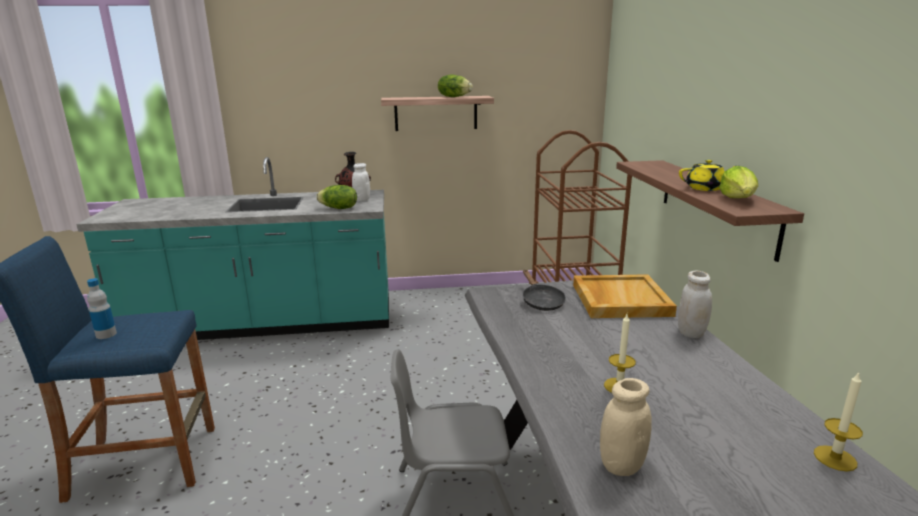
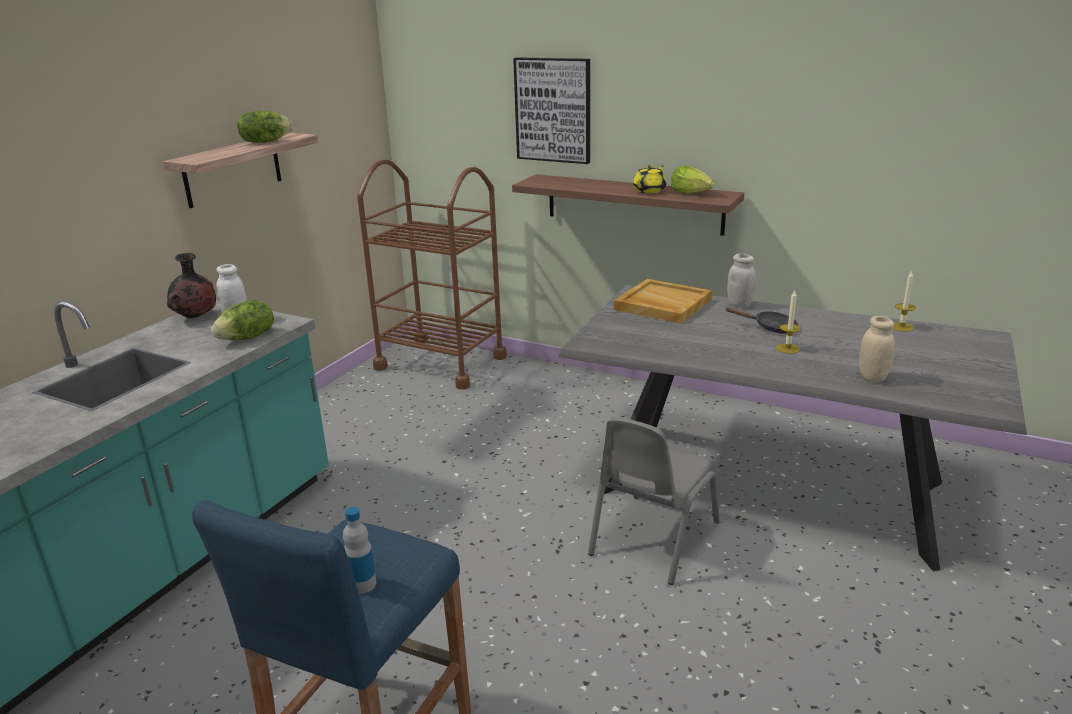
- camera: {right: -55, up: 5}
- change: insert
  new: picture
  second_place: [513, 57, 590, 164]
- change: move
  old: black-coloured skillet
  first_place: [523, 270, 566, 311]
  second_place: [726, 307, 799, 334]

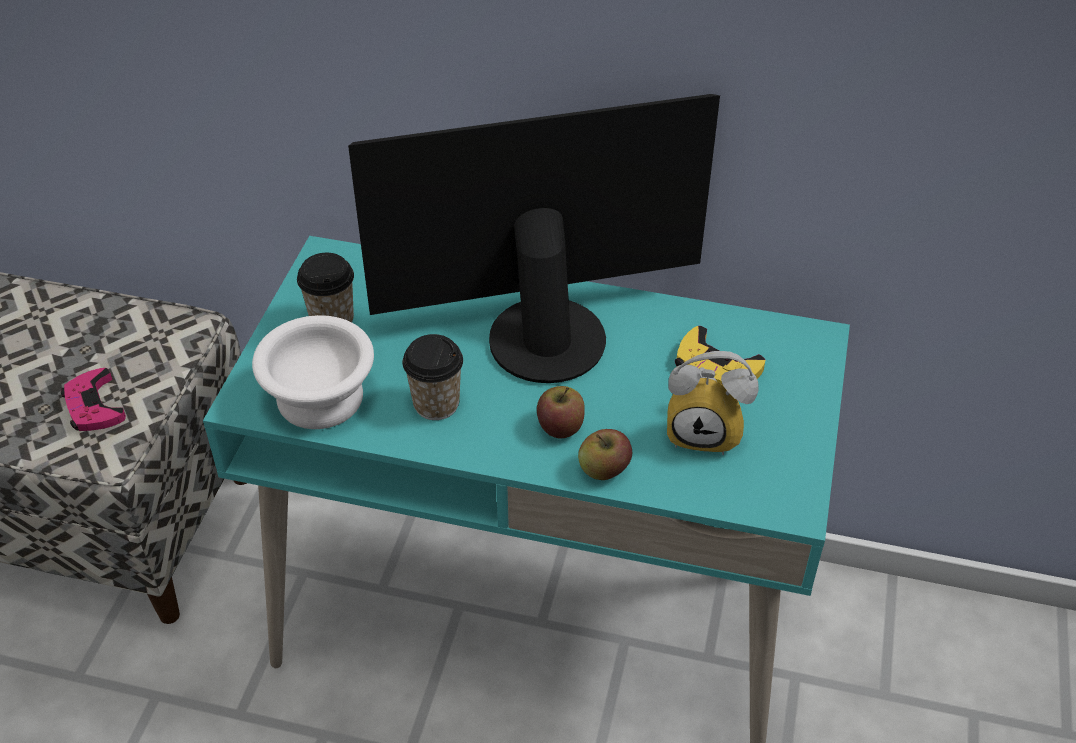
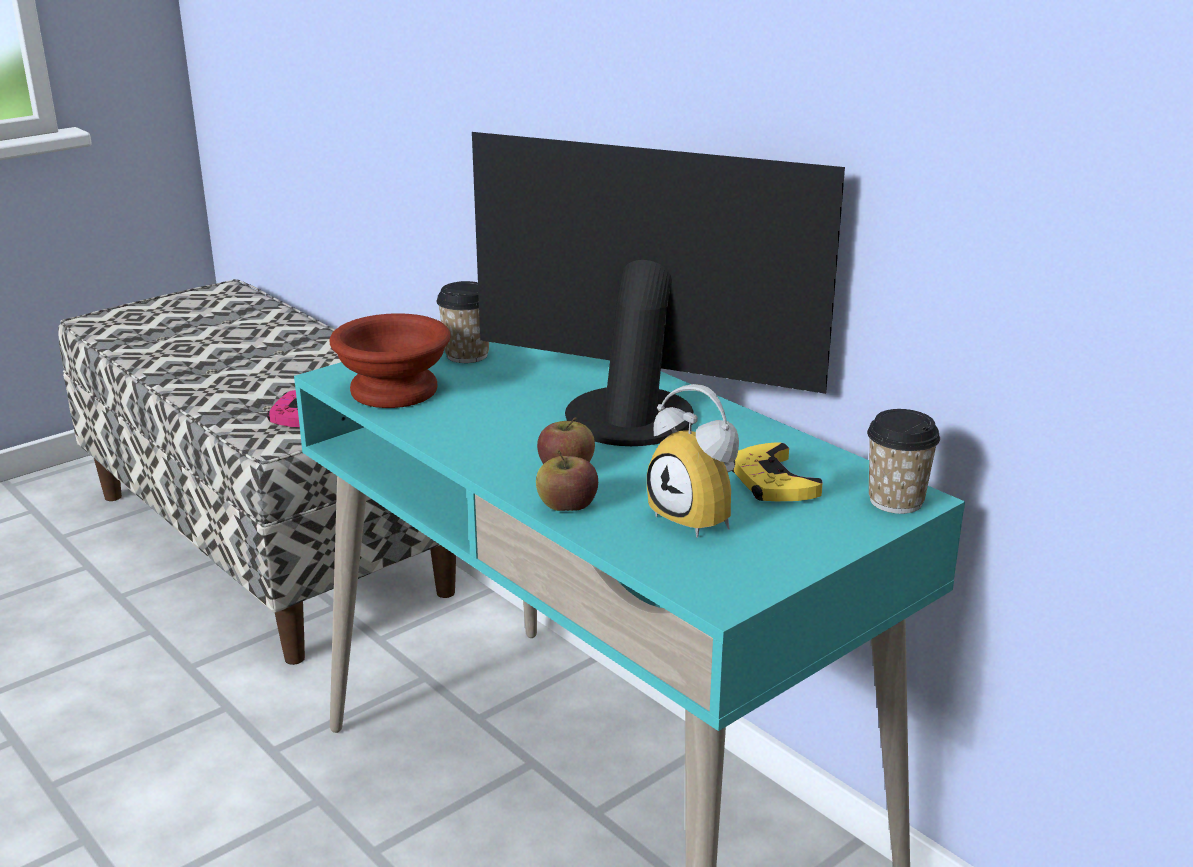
- camera: {right: 35, up: -20}
- change: move
  old: drinking cup
  first_place: [402, 334, 463, 420]
  second_place: [867, 409, 940, 514]
- change: recolor
  old: white bowl
  new: brownish bowl
  first_place: [252, 315, 374, 429]
  second_place: [329, 313, 451, 408]

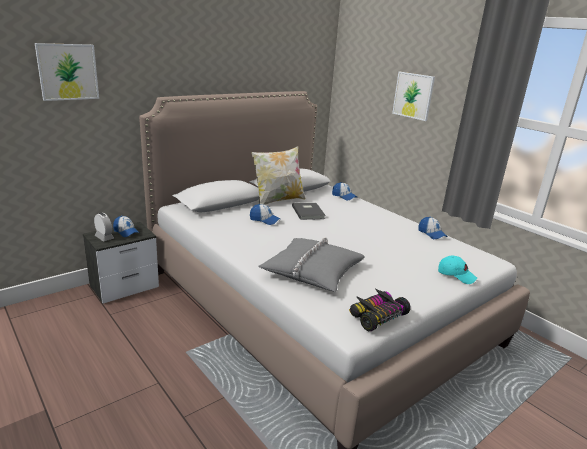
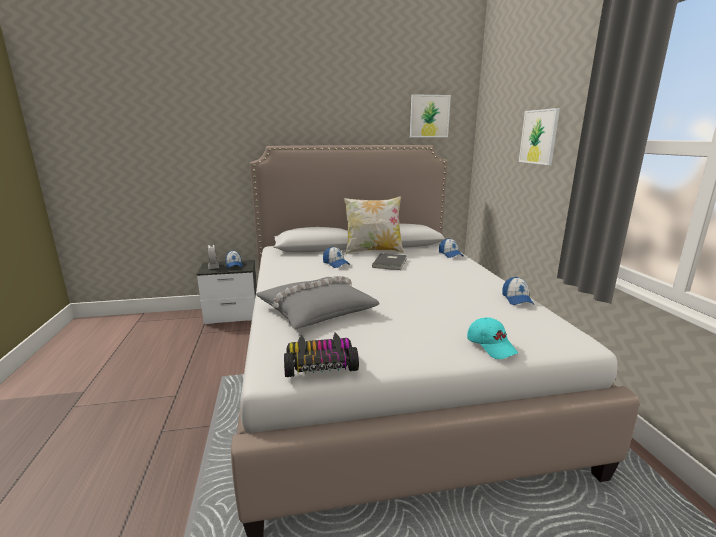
- camera: {right: 30, up: -5}
- change: move
  old: picture
  first_place: [35, 43, 99, 101]
  second_place: [410, 94, 451, 137]

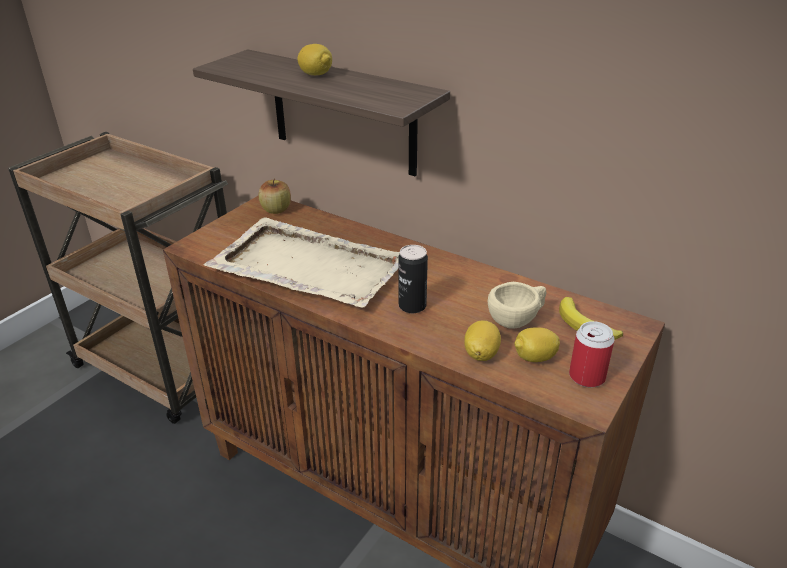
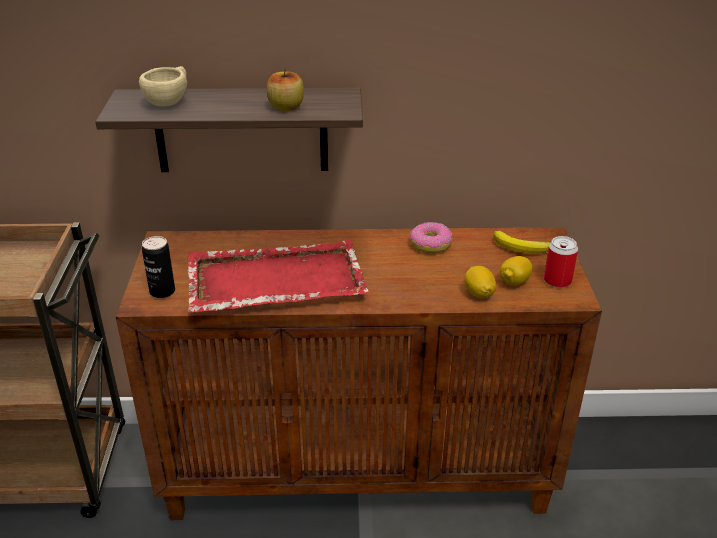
- camera: {right: -35, up: 0}
- change: delete
  old: lemon
  first_place: [297, 44, 332, 75]
- change: insert
  new: ring doughnut
  second_place: [410, 222, 453, 253]
- change: move
  old: whole apple
  first_place: [259, 178, 291, 214]
  second_place: [267, 68, 304, 111]
- change: move
  old: metal can
  first_place: [399, 245, 428, 313]
  second_place: [142, 236, 175, 298]
- change: move
  old: beige drinking cup
  first_place: [488, 282, 546, 329]
  second_place: [139, 66, 187, 107]
- change: recolor
  old: beige serving tray
  new: red serving tray
  first_place: [204, 217, 400, 307]
  second_place: [188, 239, 369, 312]

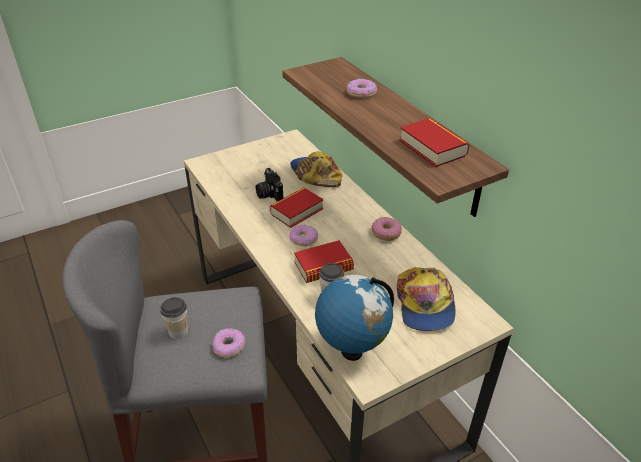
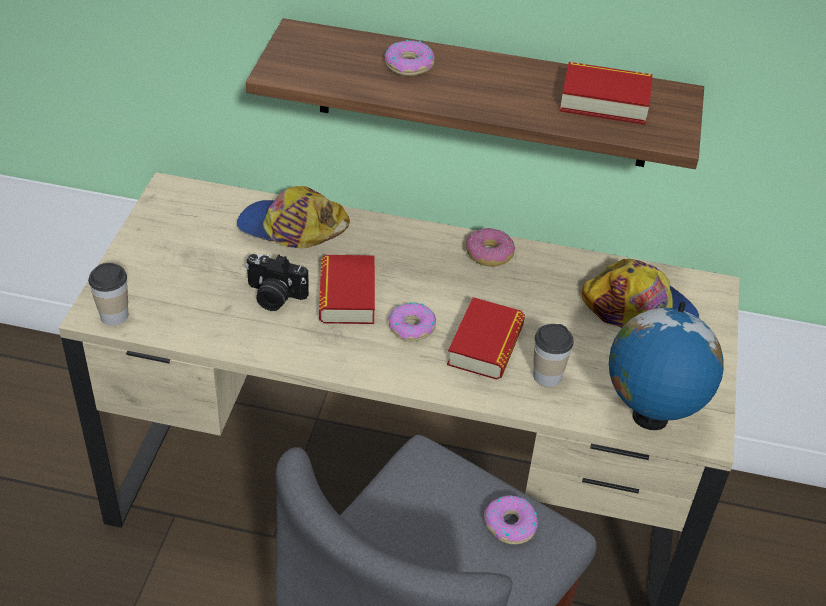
- camera: {right: -50, up: 5}
- change: move
  old: drinking cup
  first_place: [160, 297, 188, 339]
  second_place: [88, 263, 128, 326]

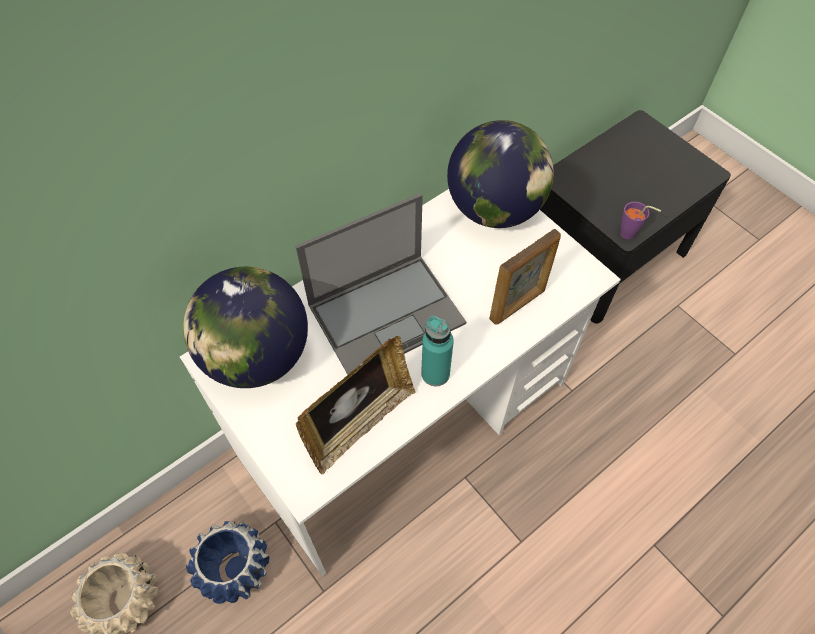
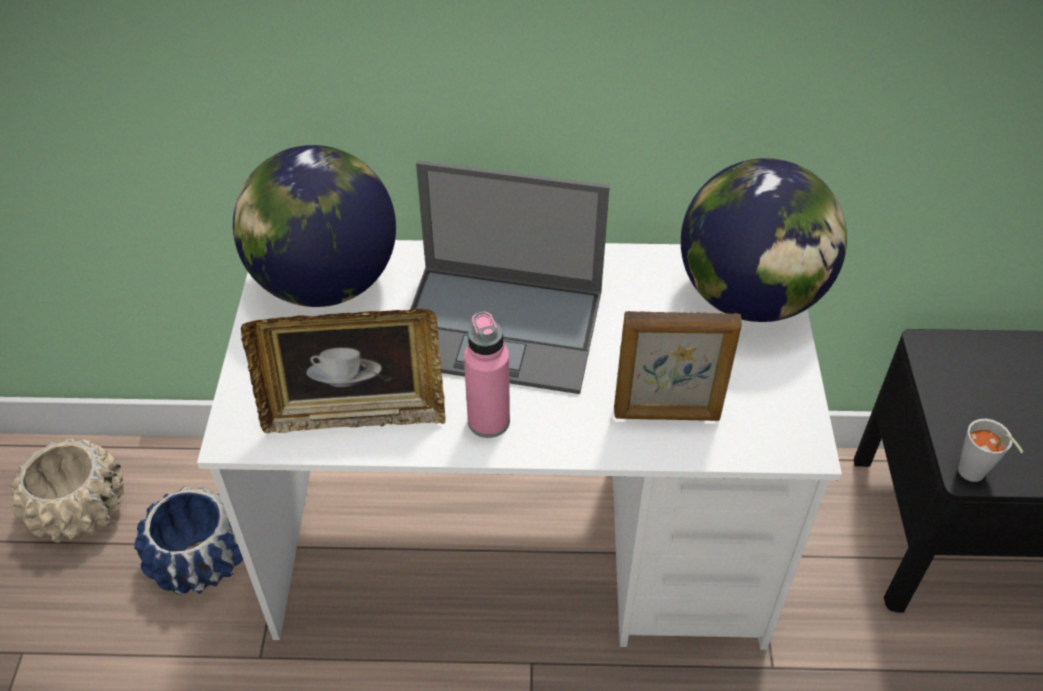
- camera: {right: 40, up: -10}
- change: recolor
  old: turquoise-coloured drink bottle
  new: pinkish drink bottle
  first_place: [421, 316, 454, 387]
  second_place: [464, 312, 510, 438]
- change: recolor
  old: purple-coloured drinking cup
  new: grey drinking cup
  first_place: [620, 202, 661, 239]
  second_place: [958, 419, 1024, 482]

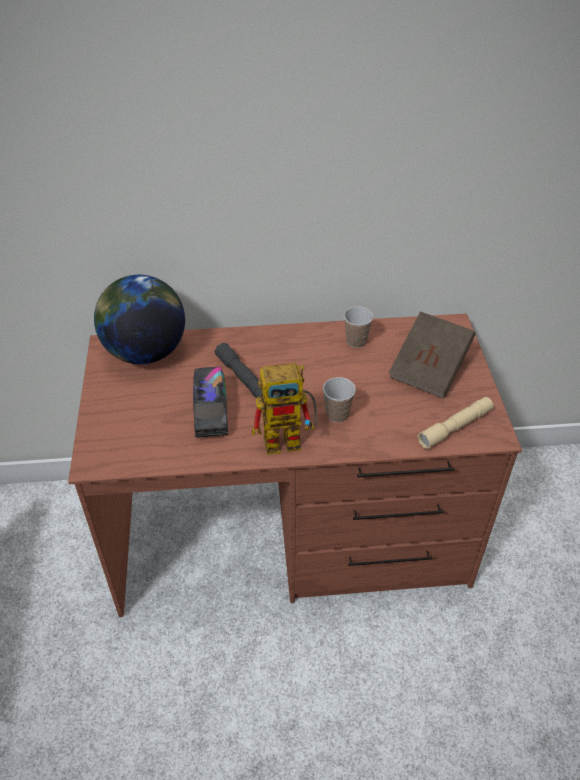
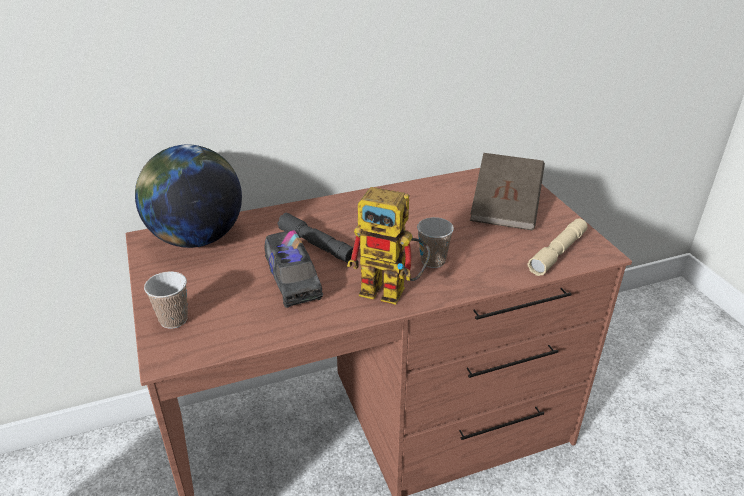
- camera: {right: -15, up: -10}
- change: move
  old: drinking cup
  first_place: [344, 306, 373, 348]
  second_place: [144, 271, 188, 329]
- change: rotate
  old: model robot
  first_place: [252, 363, 317, 455]
  second_place: [347, 187, 430, 305]
  degrees: 45

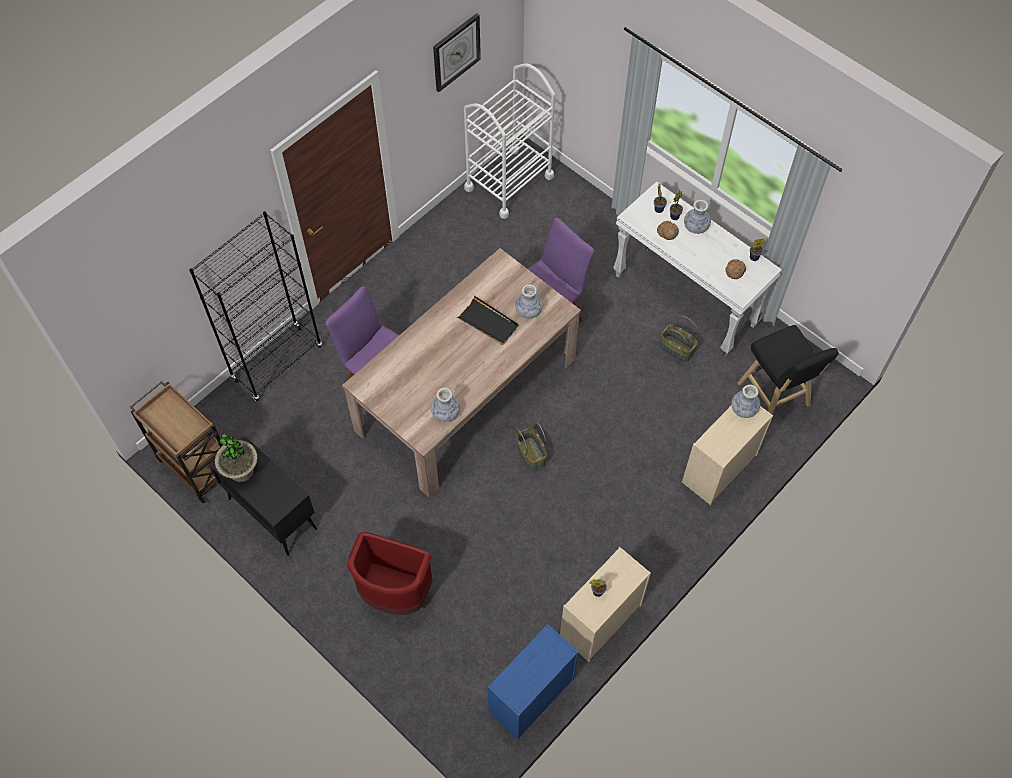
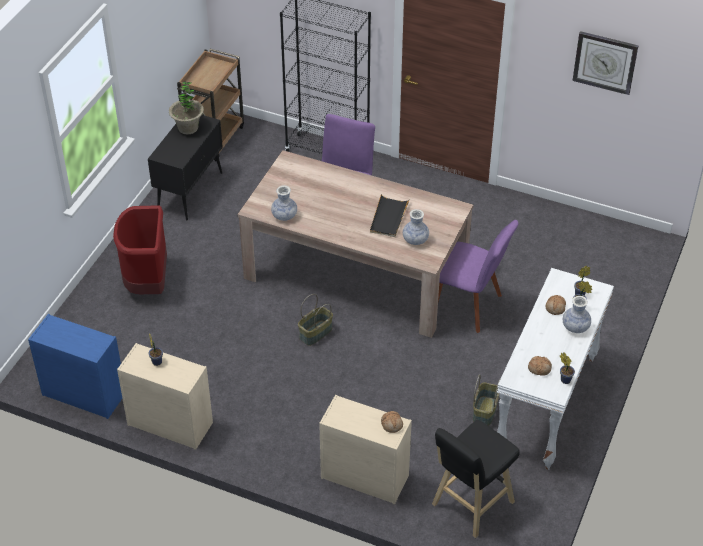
- camera: {right: 70, up: -15}
- change: delete
  old: white wheeled cart
  first_place: [464, 63, 555, 219]
- change: replace
  old: vase
  new: bakery bread
  first_place: [731, 385, 760, 418]
  second_place: [381, 411, 403, 433]

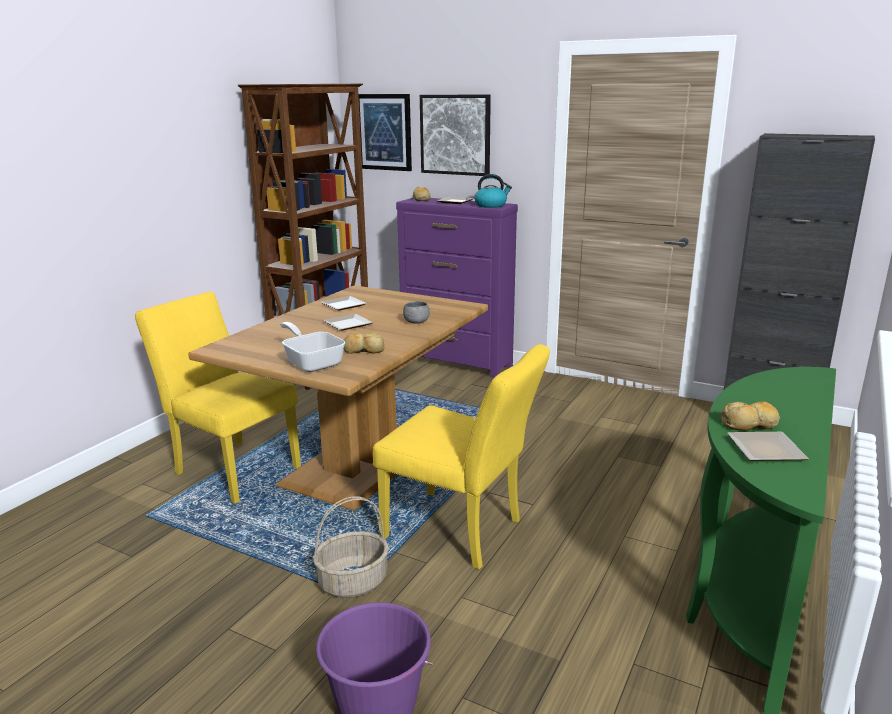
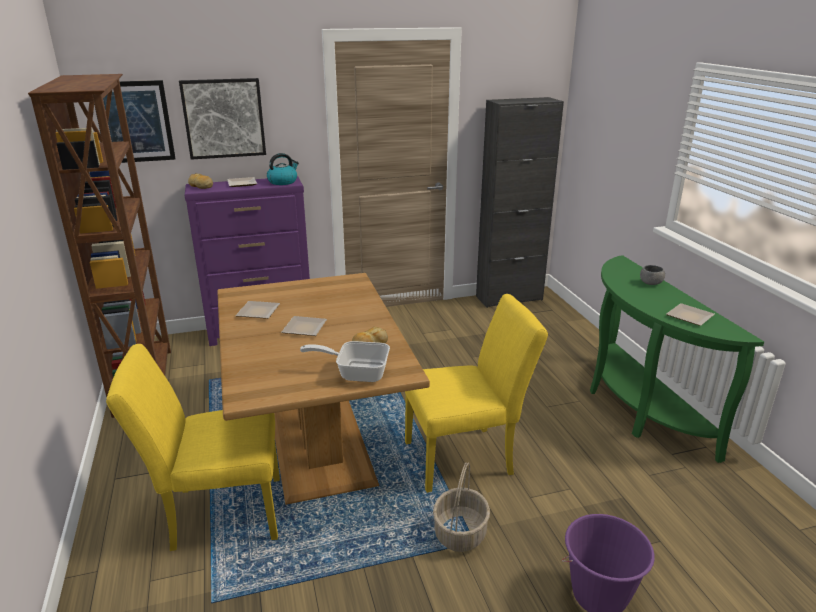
- camera: {right: -45, up: 5}
- change: delete
  old: bakery bread
  first_place: [721, 402, 780, 431]
- change: move
  old: grey bowl
  first_place: [403, 301, 430, 324]
  second_place: [640, 265, 665, 285]

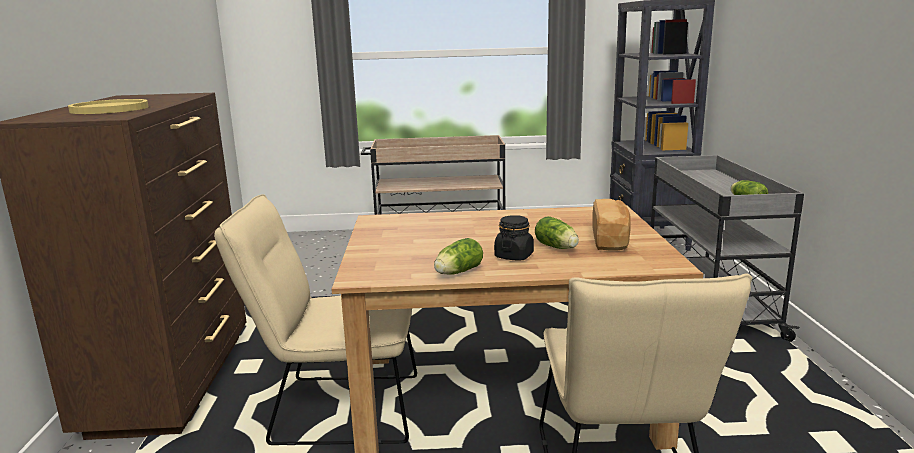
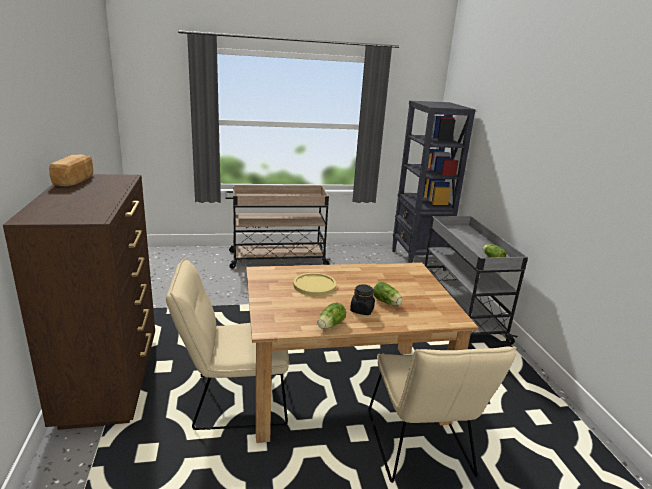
- camera: {right: -10, up: 5}
- change: move
  old: yellow dinner plate
  first_place: [68, 99, 149, 114]
  second_place: [293, 273, 336, 296]
- change: move
  old: bakery bread
  first_place: [592, 199, 631, 251]
  second_place: [49, 155, 93, 186]

